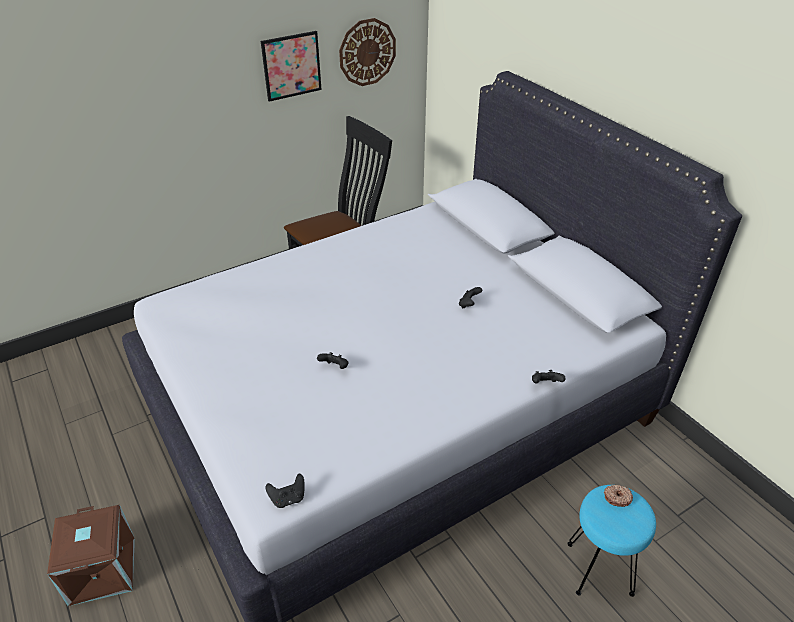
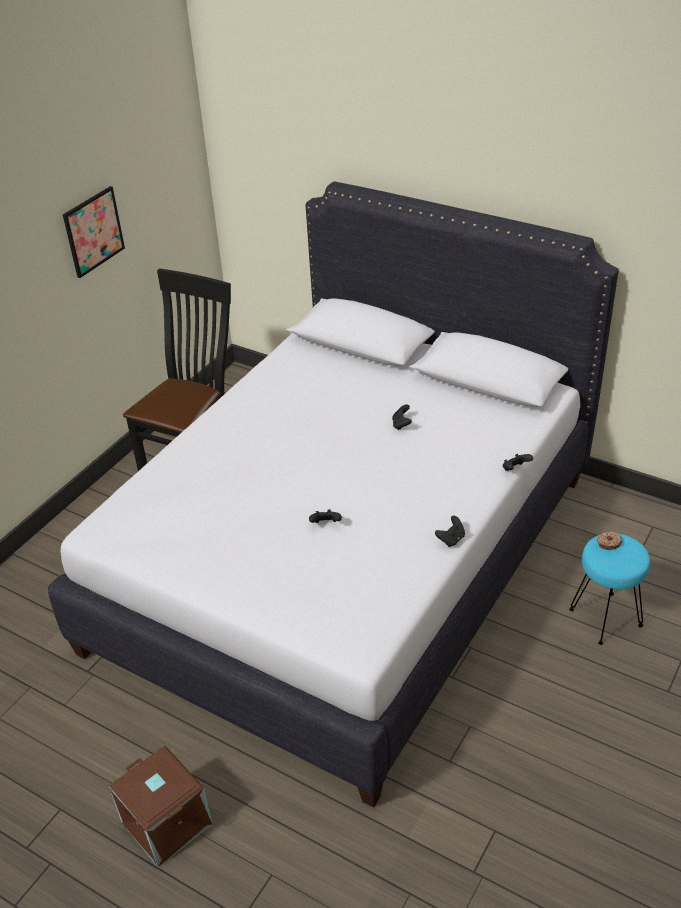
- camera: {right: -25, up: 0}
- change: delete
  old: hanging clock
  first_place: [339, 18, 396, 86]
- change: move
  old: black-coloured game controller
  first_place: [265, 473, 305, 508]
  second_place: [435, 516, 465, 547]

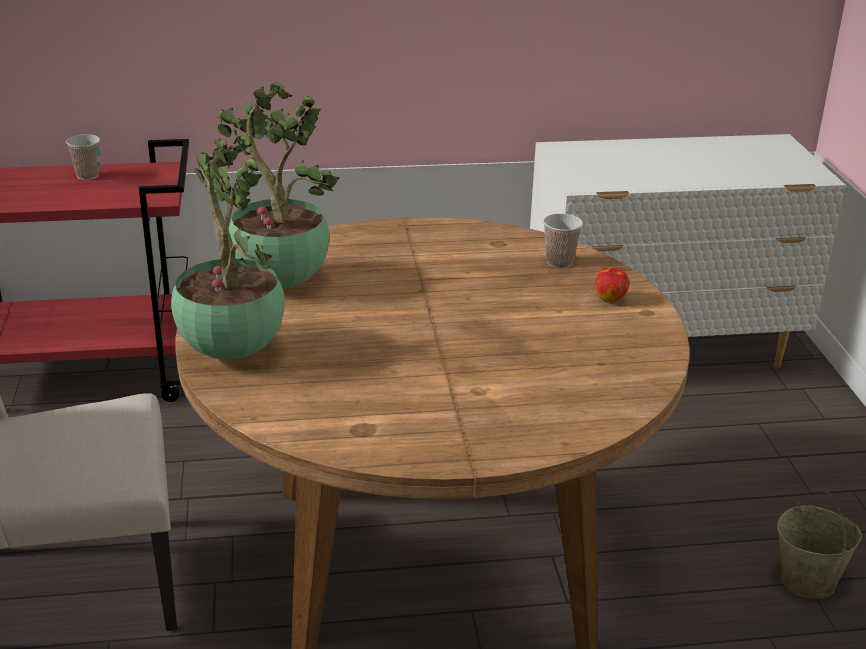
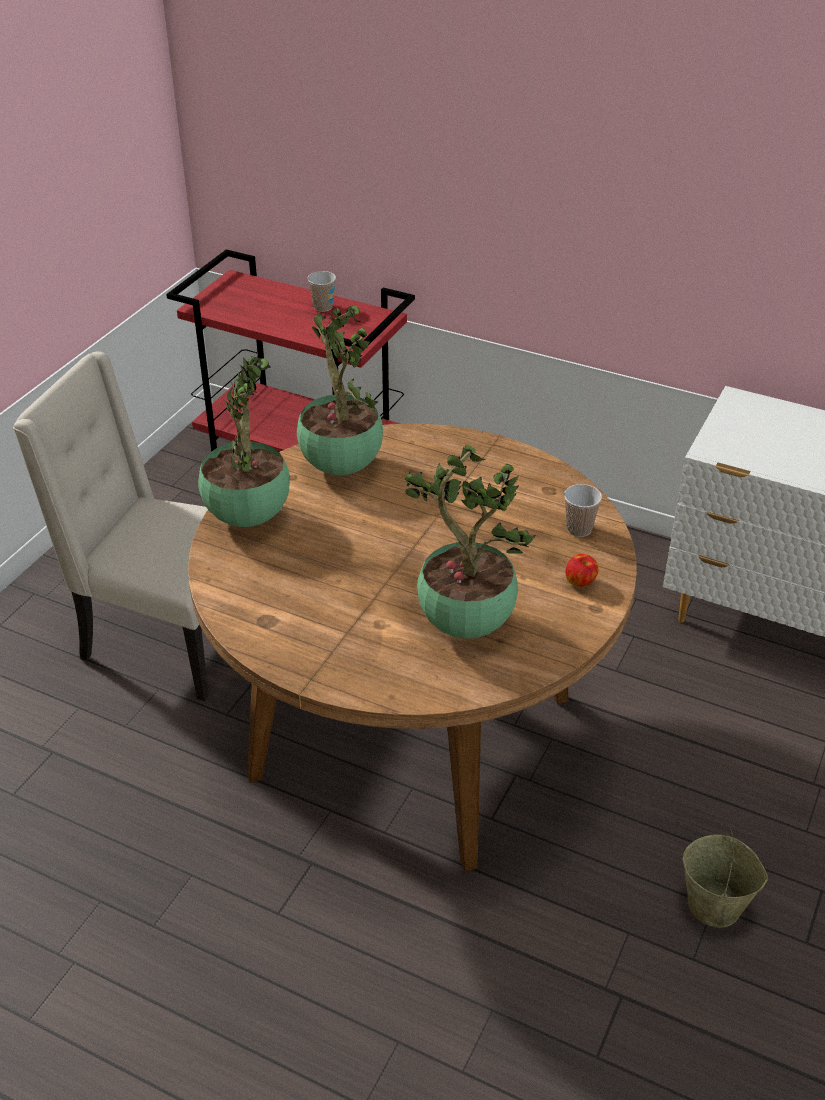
- camera: {right: 35, up: 10}
- change: insert
  new: plant in a pot
  second_place: [404, 445, 536, 639]

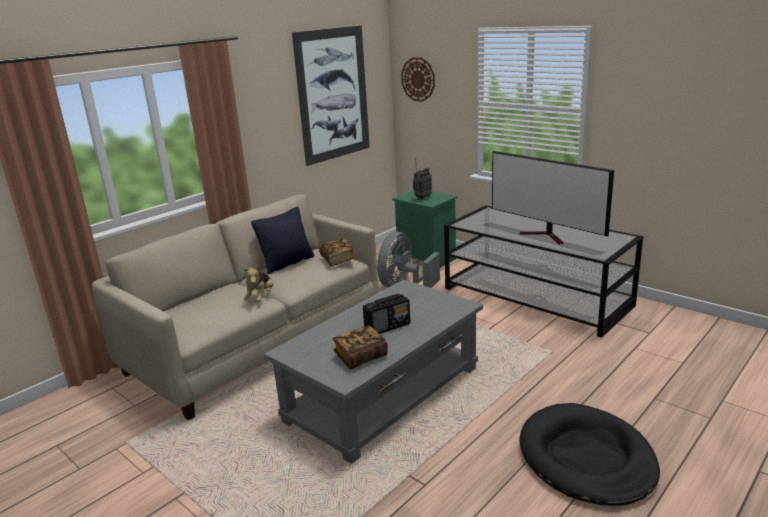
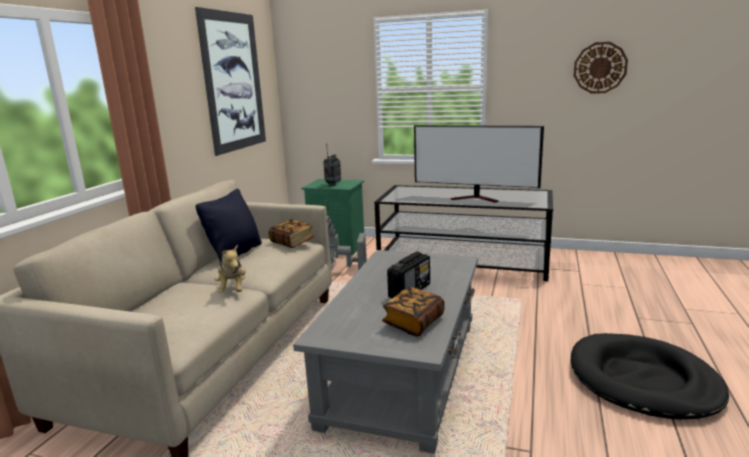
- camera: {right: -25, up: -5}
- change: move
  old: hanging clock
  first_place: [401, 57, 435, 102]
  second_place: [574, 42, 628, 94]

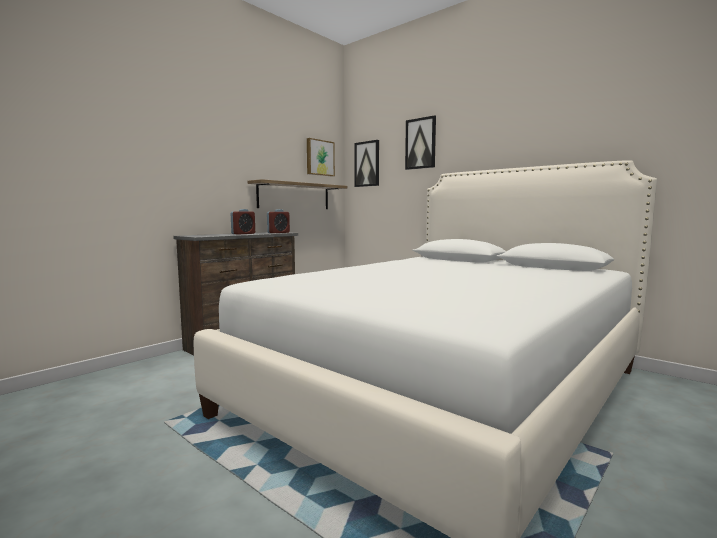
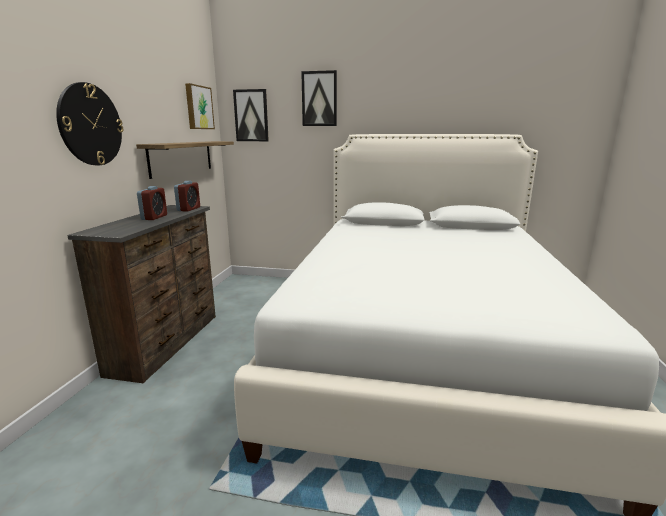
- camera: {right: -30, up: 10}
- change: insert
  new: hanging clock
  second_place: [56, 82, 123, 165]

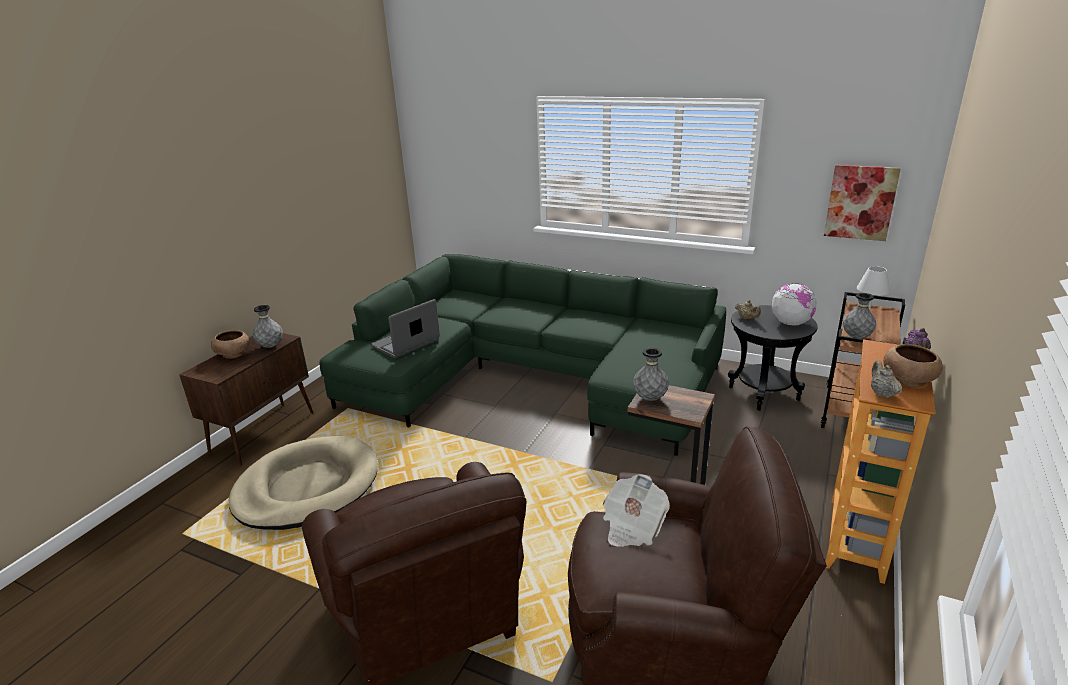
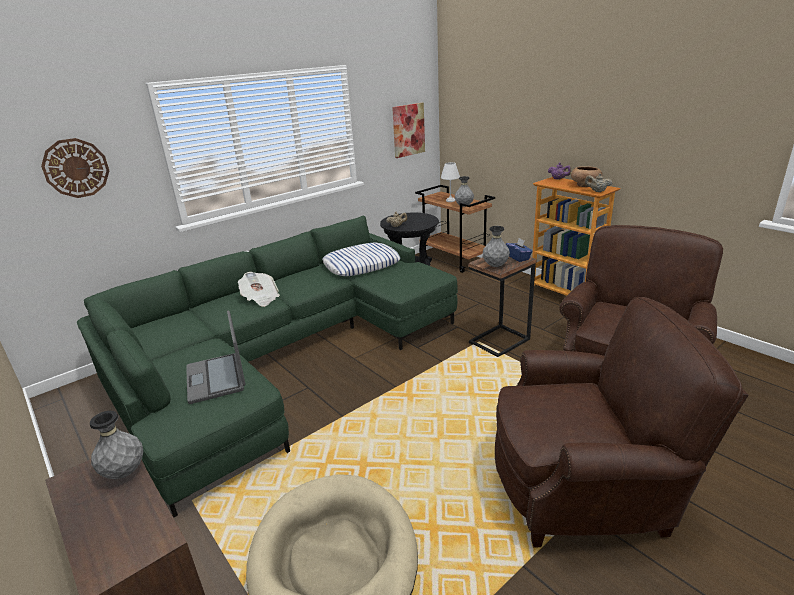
- camera: {right: -65, up: 0}
- change: delete
  old: brownish bowl
  first_place: [211, 330, 250, 359]
- change: delete
  old: world globe
  first_place: [771, 283, 816, 326]
- change: insert
  new: hanging clock
  second_place: [41, 138, 109, 198]
- change: insert
  new: cushion
  second_place: [322, 243, 400, 276]
- change: insert
  new: blue tissue box
  second_place: [506, 238, 533, 262]
- change: move
  old: printed paper
  first_place: [603, 474, 670, 547]
  second_place: [238, 272, 280, 307]

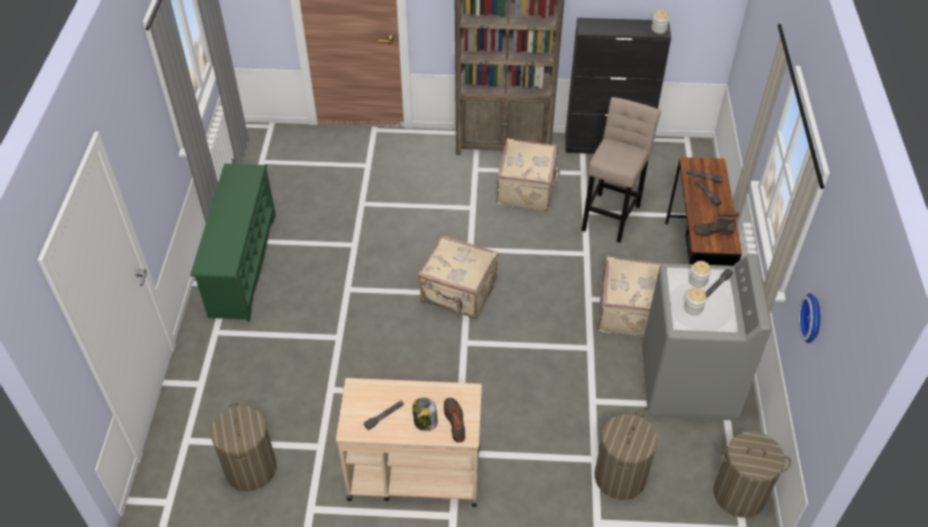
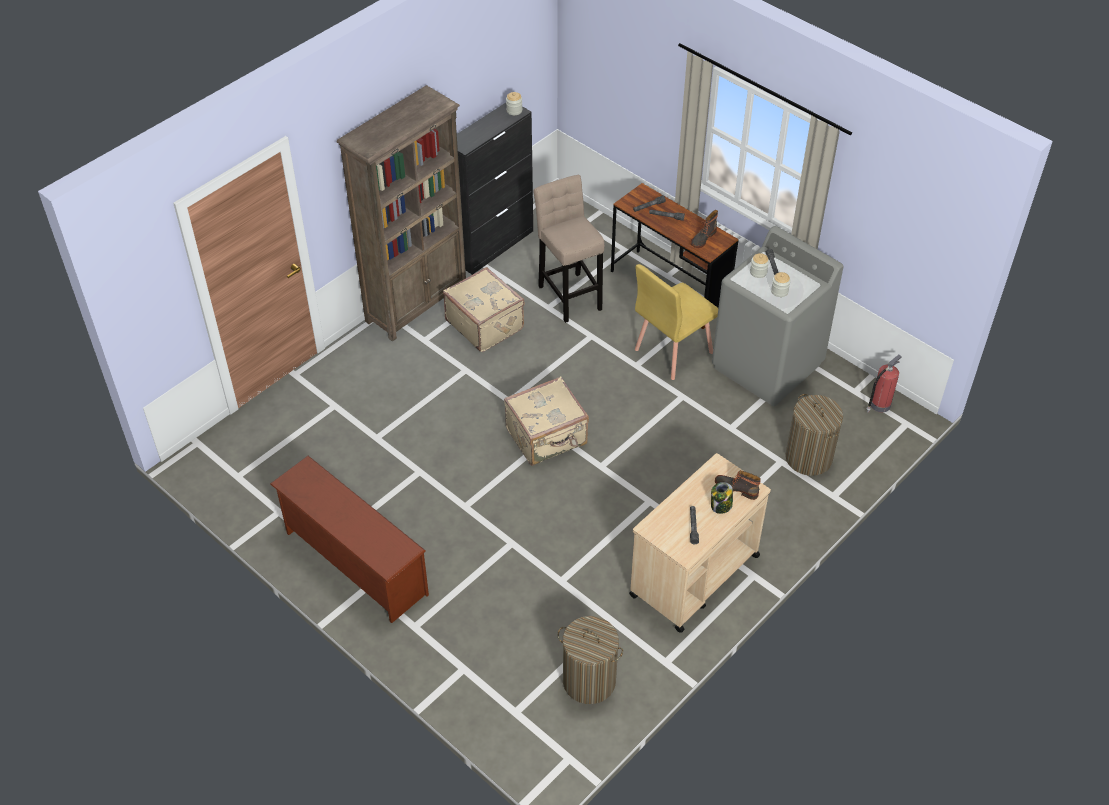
- camera: {right: -50, up: 0}
- change: delete
  old: hanging clock
  first_place: [798, 293, 820, 343]
- change: replace
  old: beige piece of luggage
  new: yellow upright chair
  first_place: [598, 257, 663, 337]
  second_place: [635, 264, 718, 380]
- change: replace
  old: washing basket
  new: fire-fighting cylinder
  first_place: [713, 431, 791, 518]
  second_place: [866, 355, 902, 413]
- change: recolor
  old: green shoe shelf
  new: brownish shoe shelf
  first_place: [190, 164, 276, 322]
  second_place: [270, 456, 429, 623]

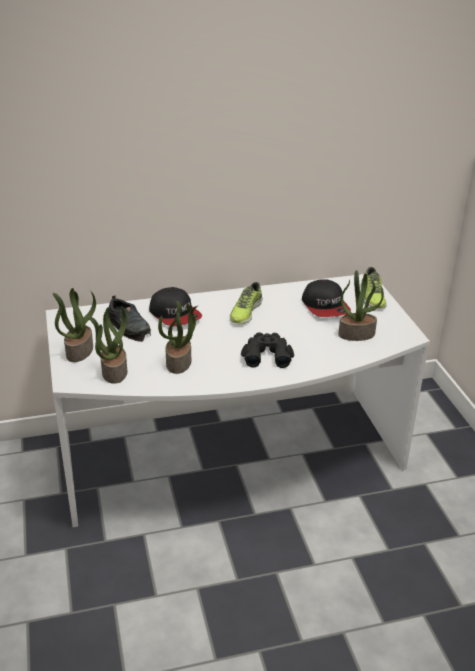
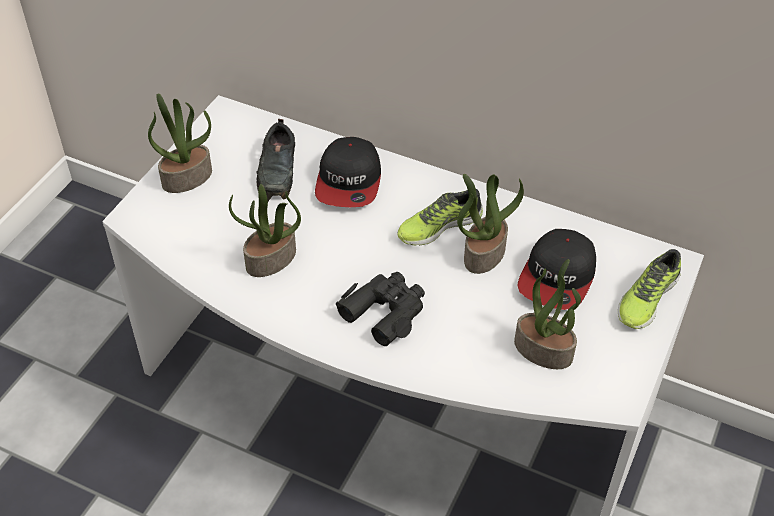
- camera: {right: 40, up: 15}
- change: move
  old: plant in a pot
  first_place: [88, 307, 127, 384]
  second_place: [457, 174, 524, 274]

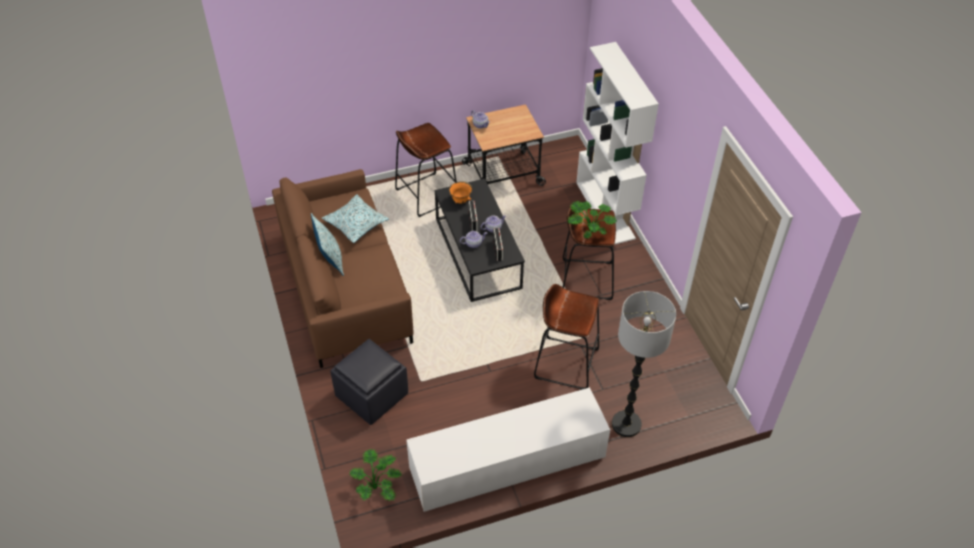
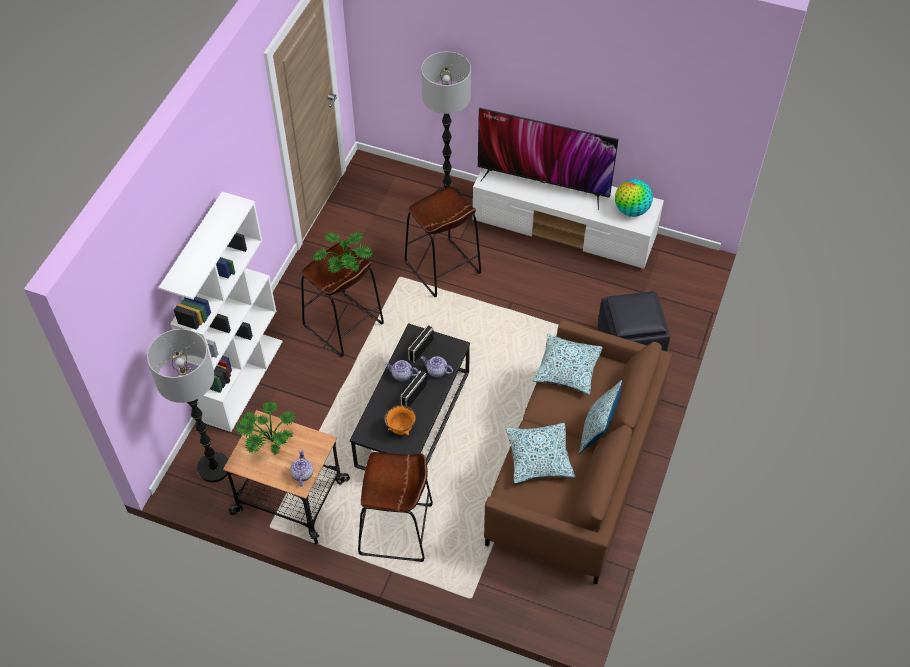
- camera: {right: -140, up: 5}
- change: insert
  new: standing lamp
  second_place: [147, 329, 228, 483]
- change: insert
  new: TV
  second_place: [478, 108, 619, 210]
- change: insert
  new: cushion
  second_place: [533, 334, 603, 395]
- change: insert
  new: world globe
  second_place: [615, 179, 653, 217]
- change: move
  old: plant in a pot
  first_place: [349, 449, 402, 502]
  second_place: [234, 401, 296, 455]

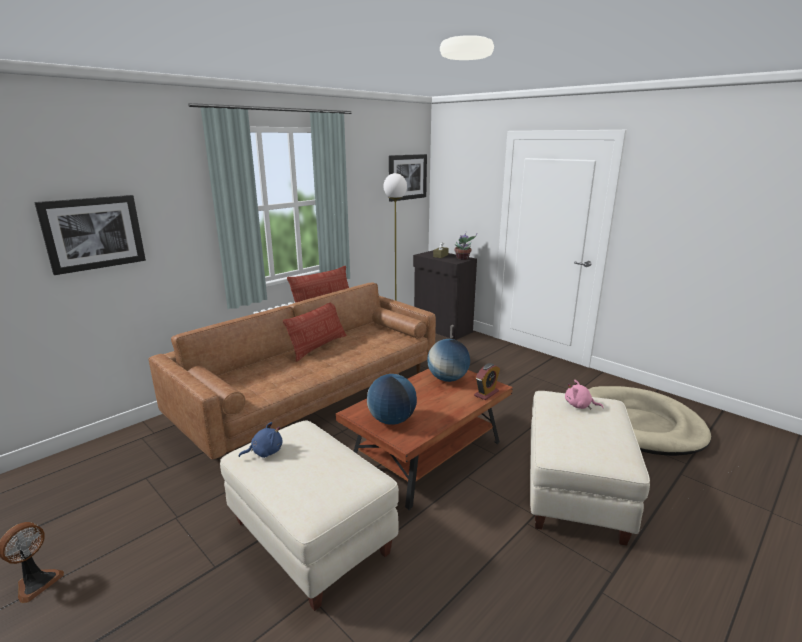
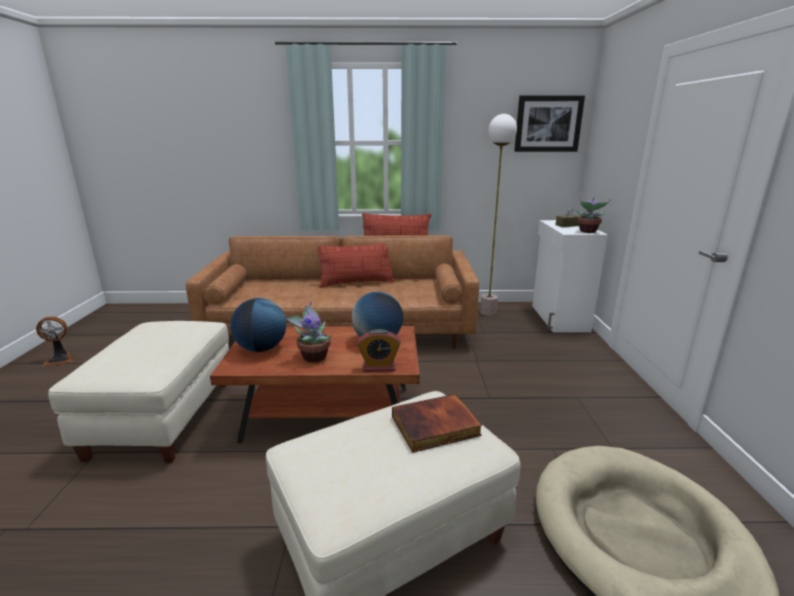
- camera: {right: 45, up: 0}
- change: delete
  old: picture
  first_place: [34, 195, 146, 275]
- change: delete
  old: blue cuddly toy
  first_place: [239, 422, 282, 458]
- change: insert
  new: plant in a pot
  second_place: [285, 301, 332, 362]
- change: replace
  old: pinkish cuddly toy
  new: bound book
  first_place: [565, 380, 604, 409]
  second_place: [392, 394, 482, 453]
- change: recolor
  old: black-coloured storage cabinet
  new: white storage cabinet
  first_place: [413, 250, 477, 340]
  second_place: [532, 220, 608, 333]

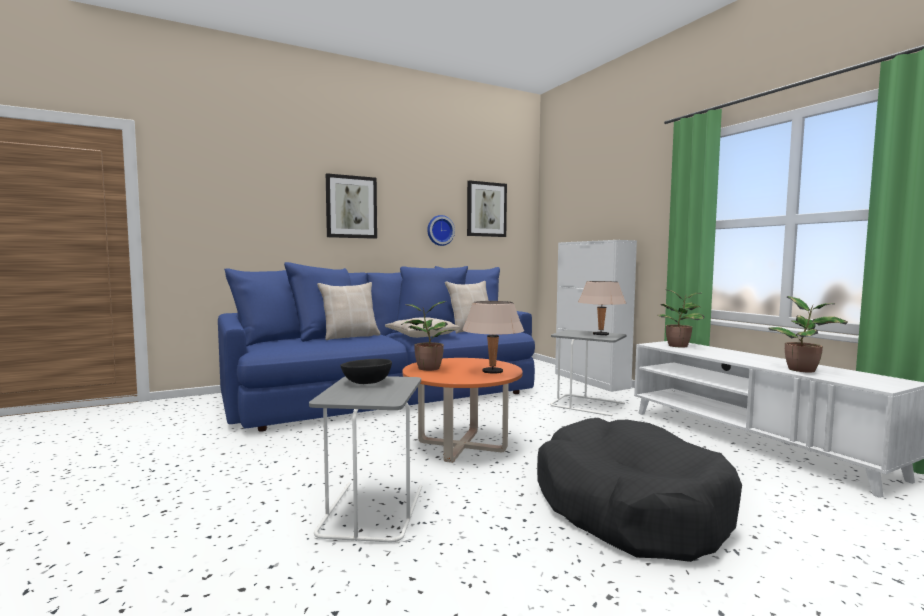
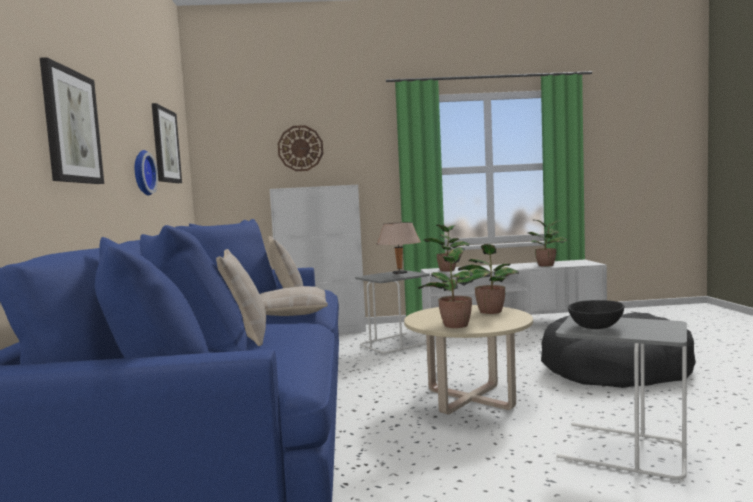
- camera: {right: -65, up: 0}
- change: insert
  new: hanging clock
  second_place: [277, 125, 323, 171]
- change: replace
  old: beige lamp for a table
  new: plant in a pot
  first_place: [462, 301, 524, 374]
  second_place: [458, 244, 519, 314]
- change: recolor
  old: orangey low table
  new: beige low table
  first_place: [402, 358, 523, 463]
  second_place: [404, 305, 533, 415]

